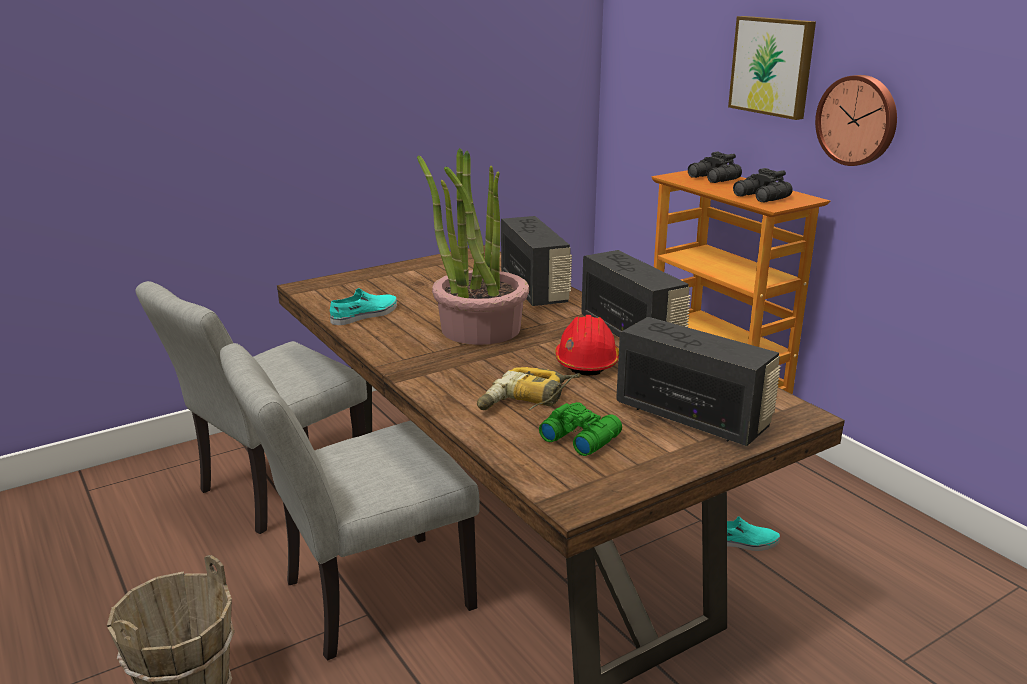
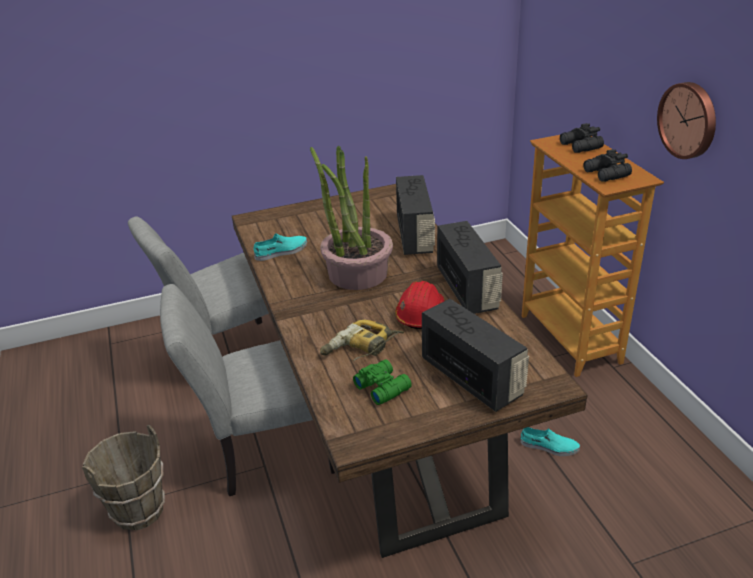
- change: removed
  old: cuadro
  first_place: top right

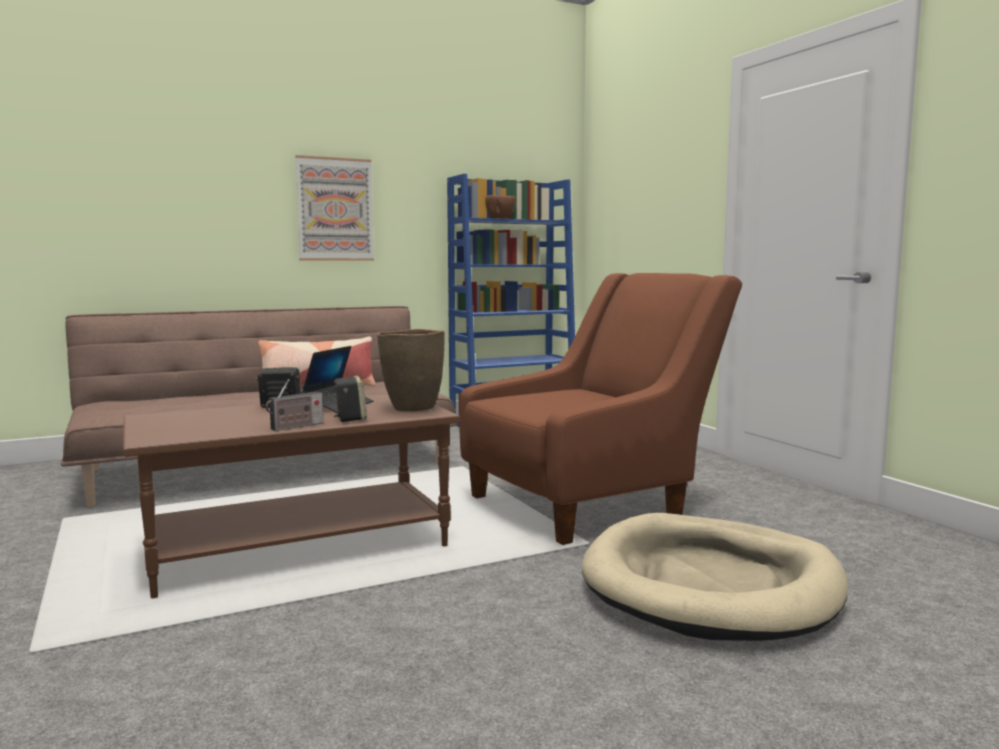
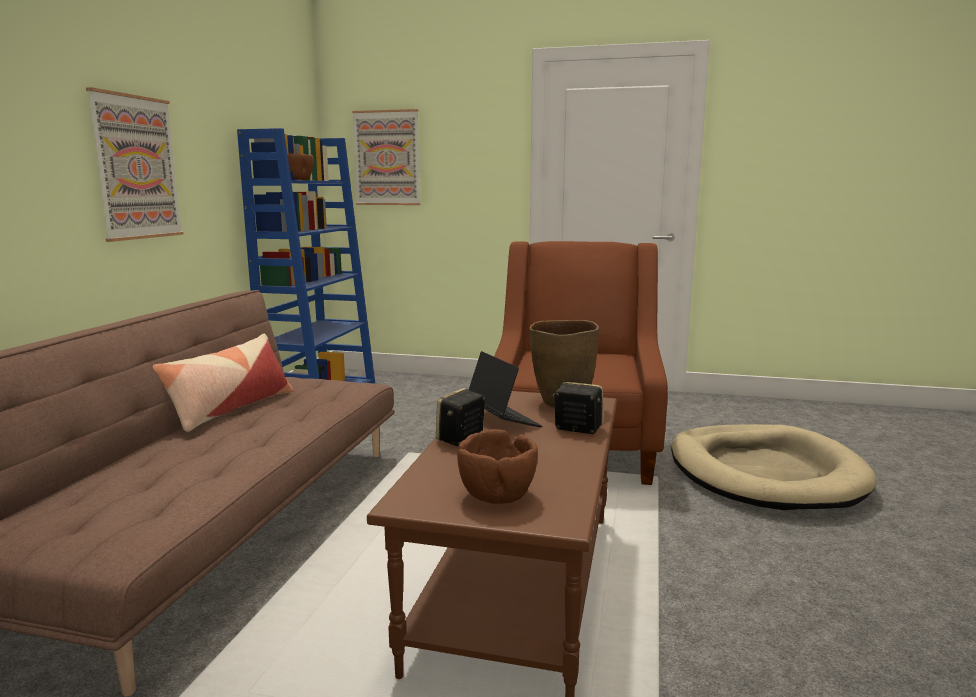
- change: removed
  old: radio
  first_place: middle left
- change: added
  new: cuadro (2nd from left)
  second_place: top centre
- change: added
  new: cuenco/marrón (2nd from left)
  second_place: bottom centre

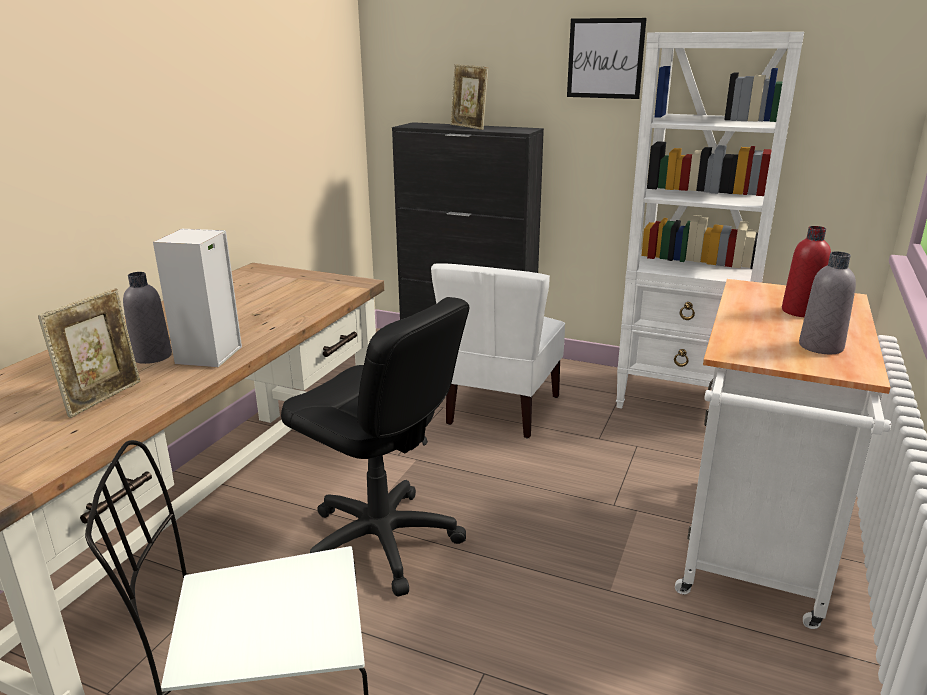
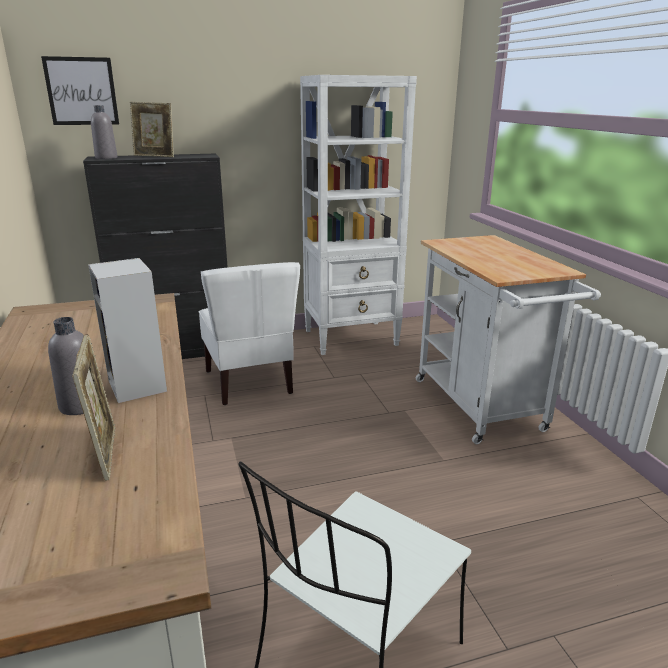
- change: removed
  old: silla de oficina/negro
  first_place: centre
- change: removed
  old: botella/rojo
  first_place: middle right
- change: moved
  old: cuadro
  first_place: top centre
  second_place: top left
- change: moved
  old: botella/gris (2nd from left)
  first_place: middle right
  second_place: top left

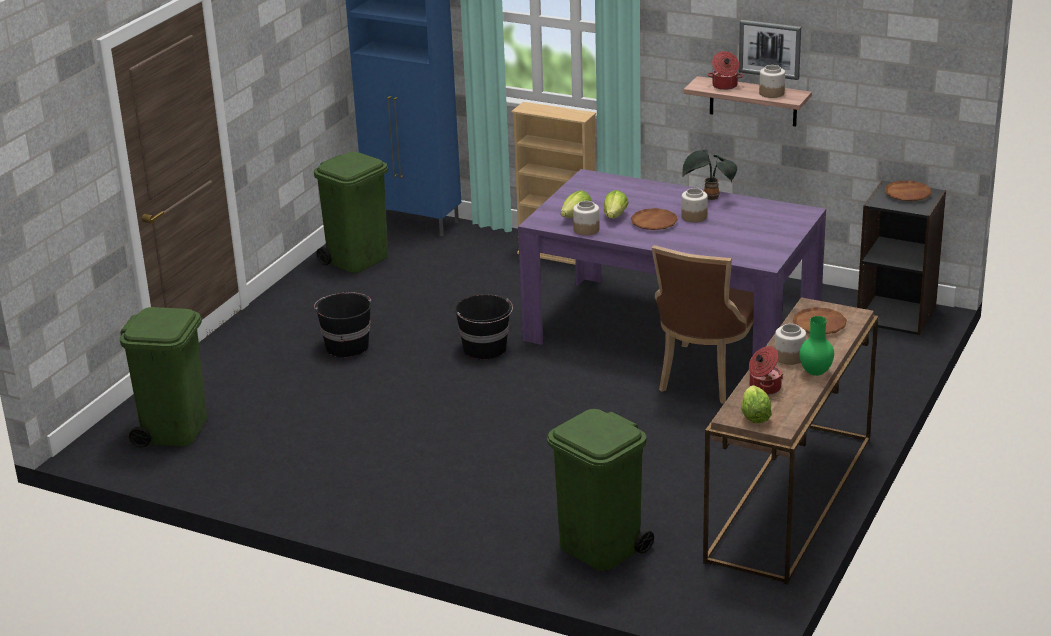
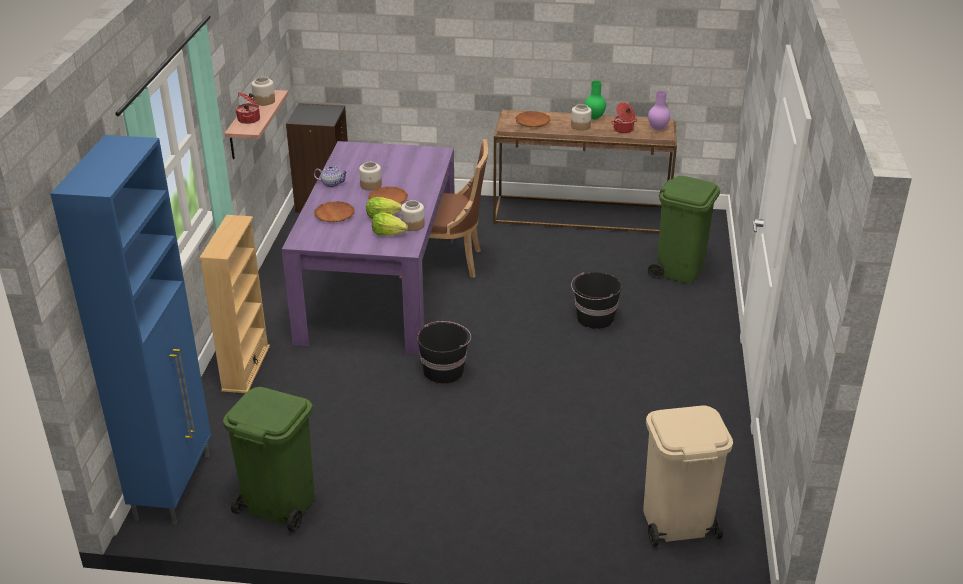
- change: removed
  old: cuadro
  first_place: top right
- change: moved
  old: cubo/negro (1st from left in the first image)
  new: cubo/negro (2nd from left)
  first_place: middle left
  second_place: centre
- change: moved
  old: plato/marrón (3rd from left in the first image)
  new: plato/marrón (1st from left)
  first_place: top right
  second_place: centre
- change: replaced
  old: planta en maceta
  new: tetera
  first_place: top right
  second_place: top centre
- change: replaced
  old: lechuga (3rd from left)
  new: florero/morado
  first_place: middle right
  second_place: top right
- change: recoloured
  old: papelera/verde (1st from left)
  new: papelera/beis
  first_place: middle left
  second_place: bottom right

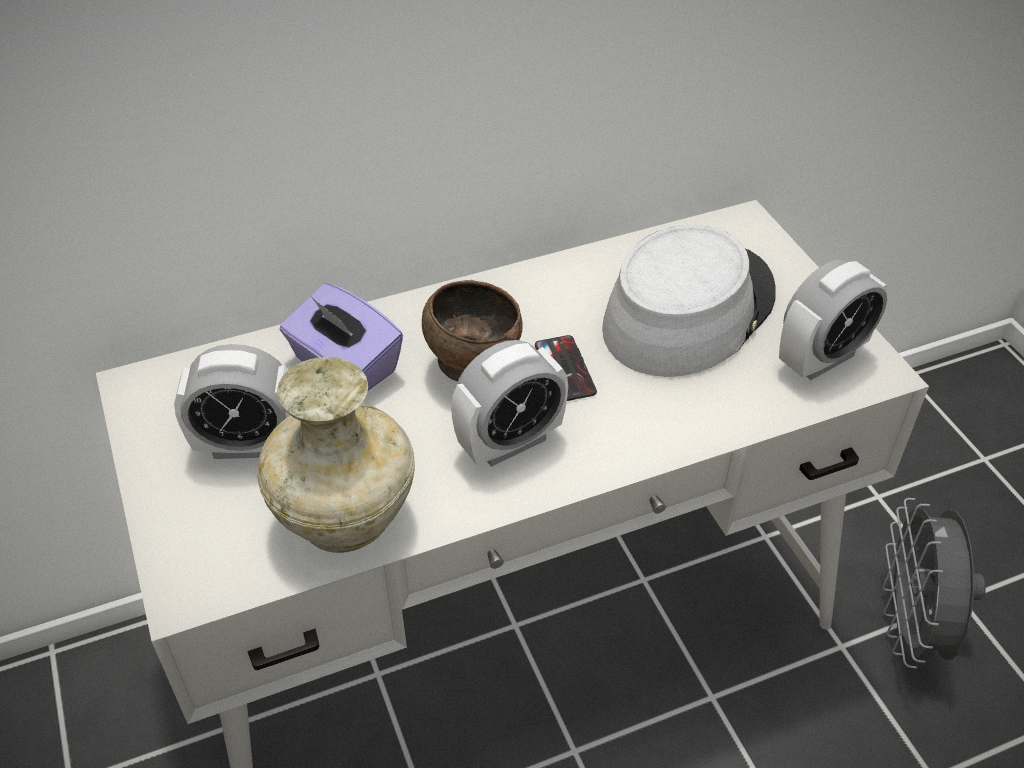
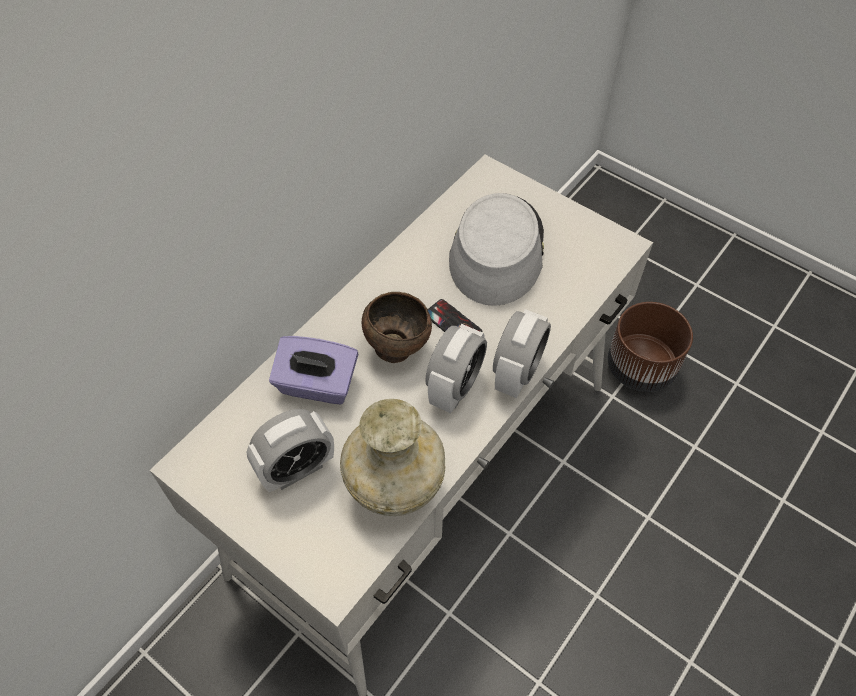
- change: moved
  old: despertador (3rd from left)
  first_place: middle right
  second_place: centre
- change: replaced
  old: ventilador/gris
  new: maceta/marrón
  first_place: bottom right
  second_place: middle right

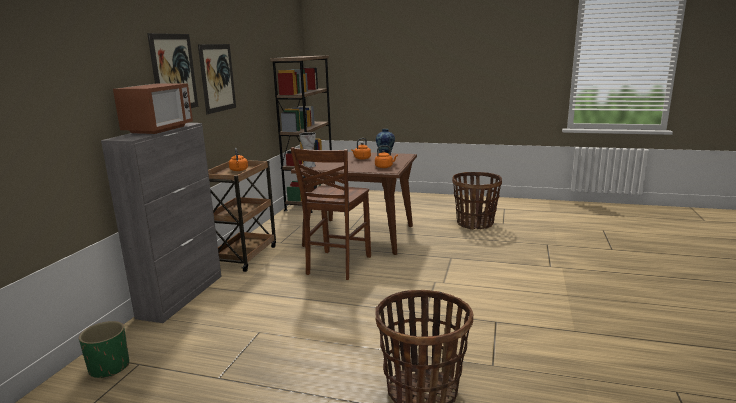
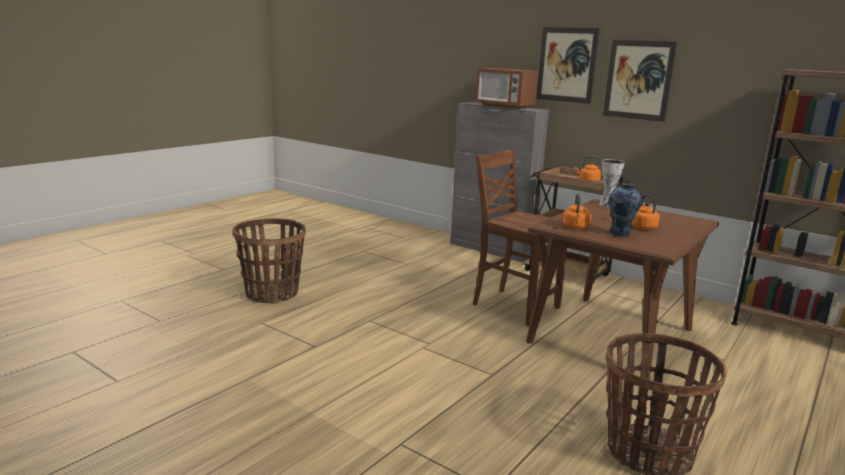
- change: removed
  old: maceta/verde
  first_place: bottom left

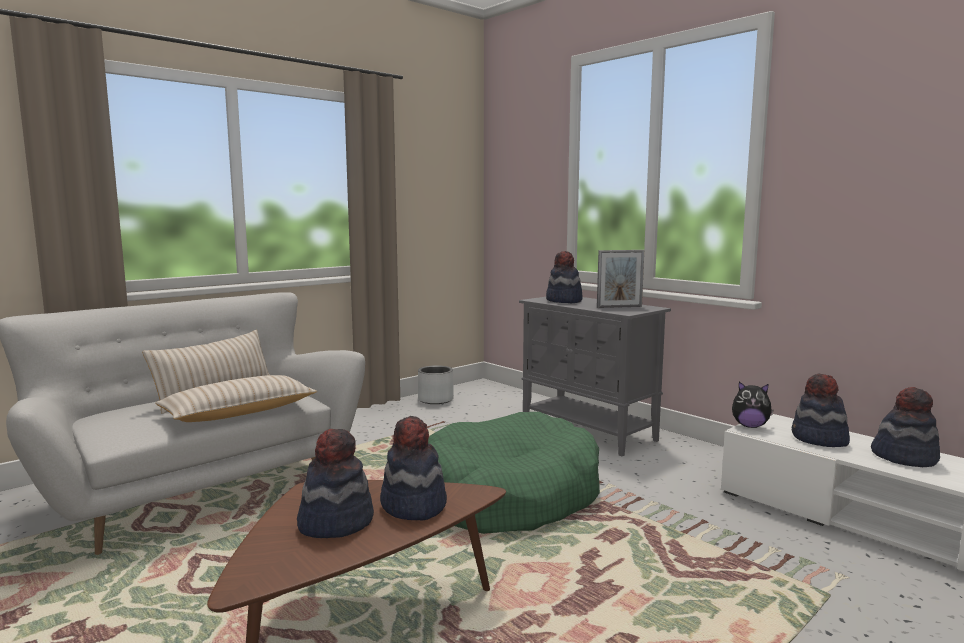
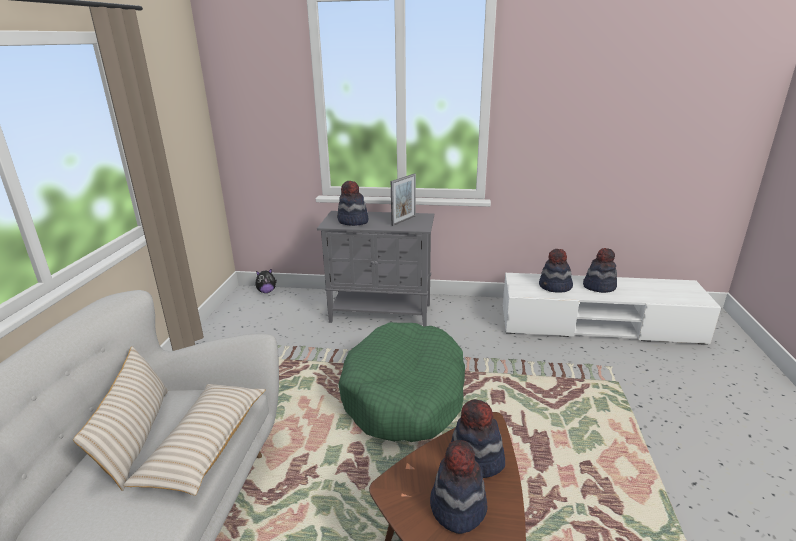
- change: removed
  old: maceta/gris
  first_place: centre
- change: moved
  old: peluche
  first_place: middle right
  second_place: centre

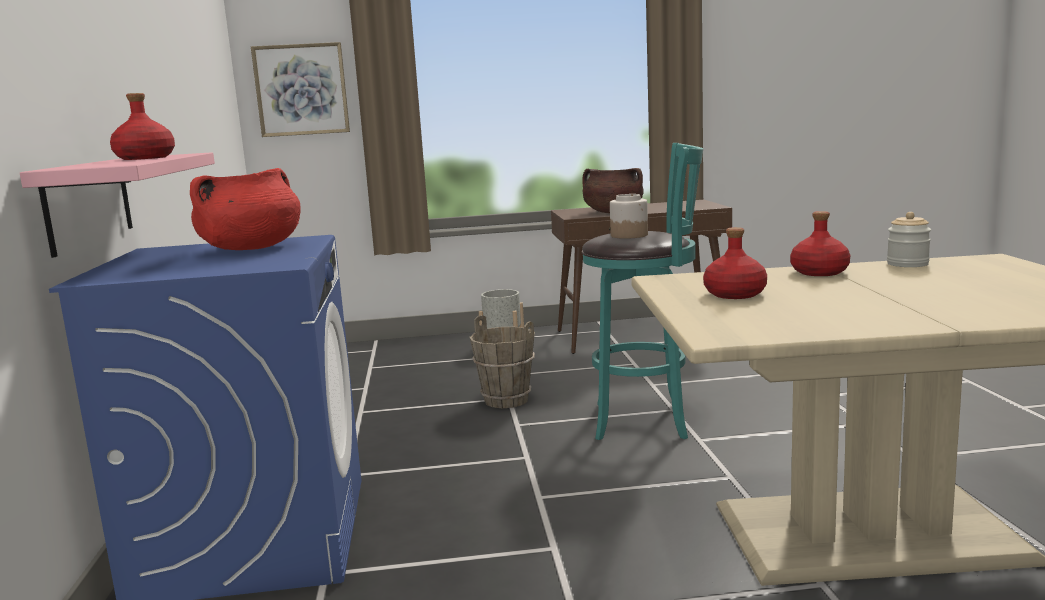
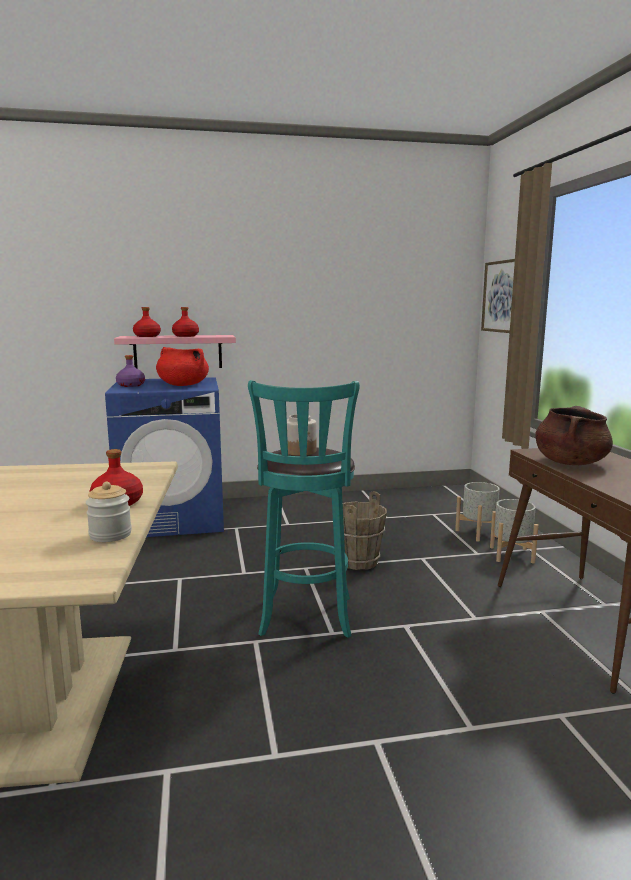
- change: added
  new: botella/morado
  second_place: middle left
- change: added
  new: maceta/gris (1st from left)
  second_place: middle right
- change: moved
  old: botella/rojo (2nd from left)
  first_place: middle right
  second_place: middle left

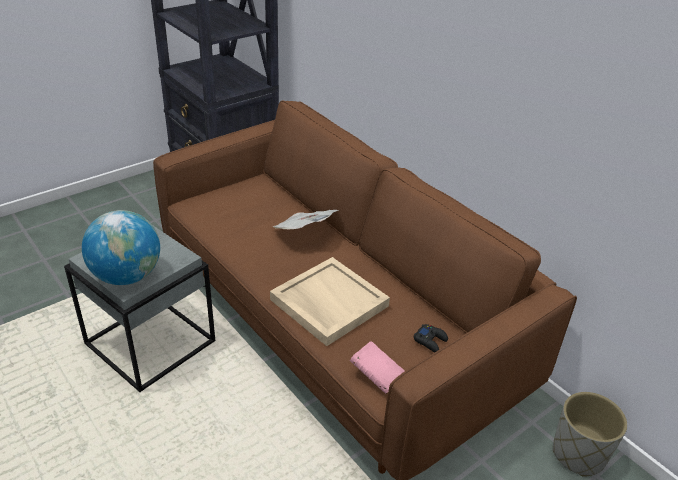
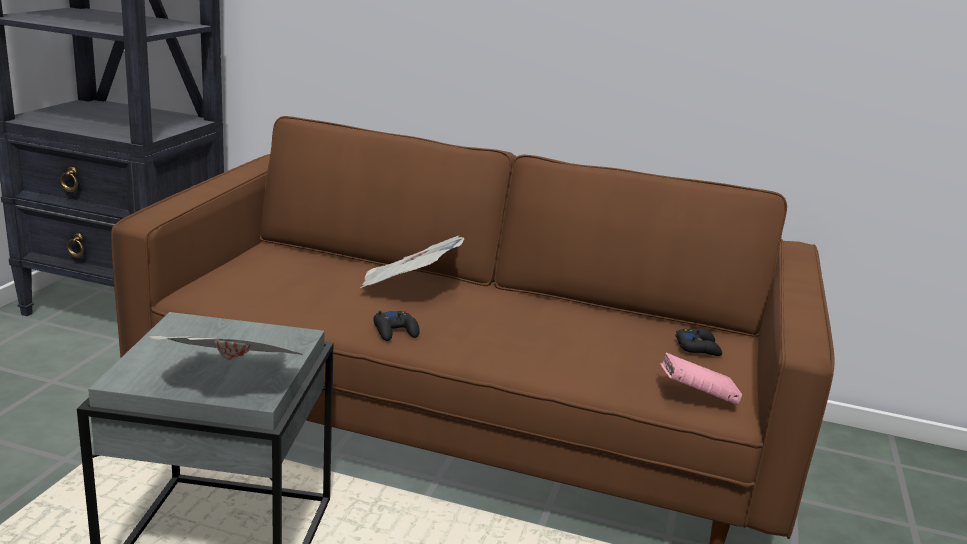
- change: removed
  old: bandeja/beis
  first_place: centre
- change: removed
  old: maceta/gris
  first_place: bottom right
- change: added
  new: mando de consola/negro (1st from left)
  second_place: centre
- change: replaced
  old: globo terráqueo
  new: periódico (1st from left)
  first_place: middle left
  second_place: middle left

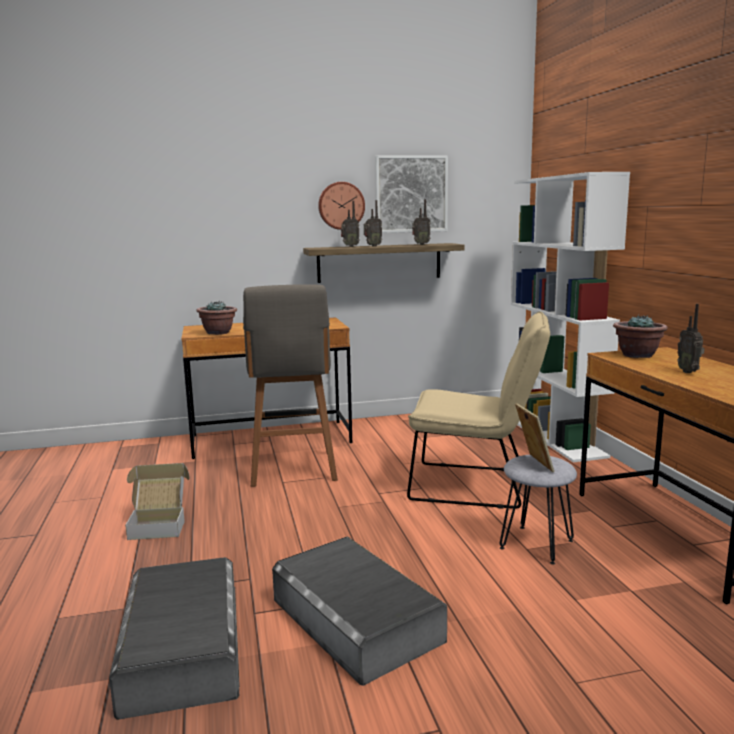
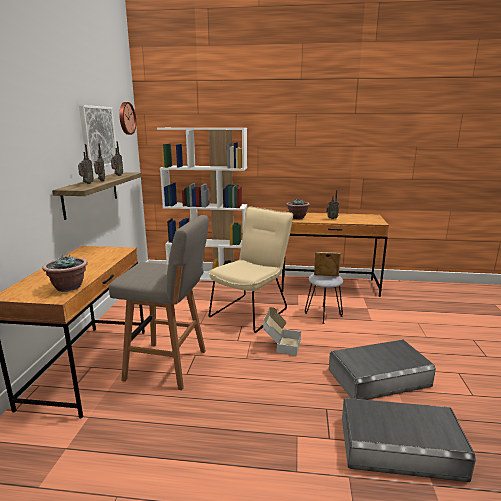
- change: moved
  old: caja de cartón
  first_place: bottom left
  second_place: centre
- change: moved
  old: reloj de pared
  first_place: top centre
  second_place: top left

